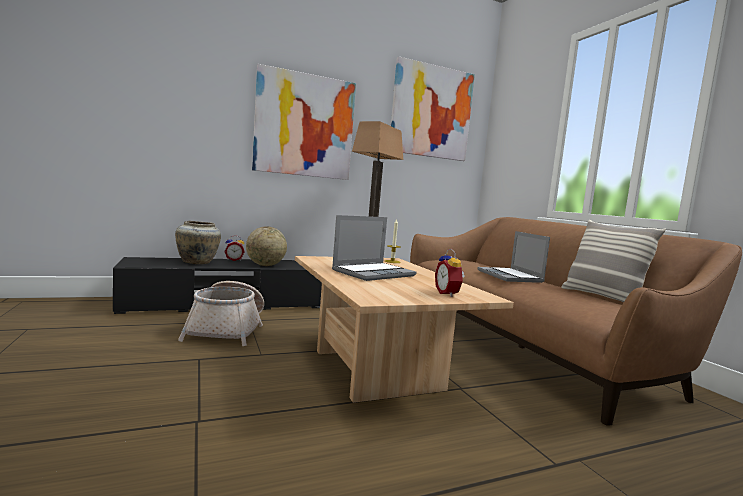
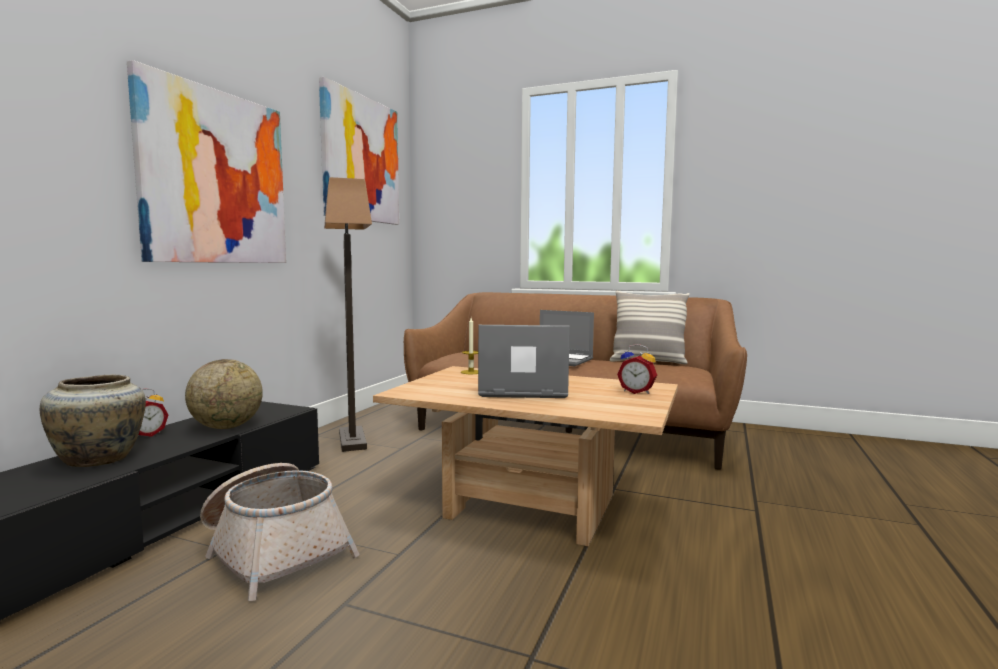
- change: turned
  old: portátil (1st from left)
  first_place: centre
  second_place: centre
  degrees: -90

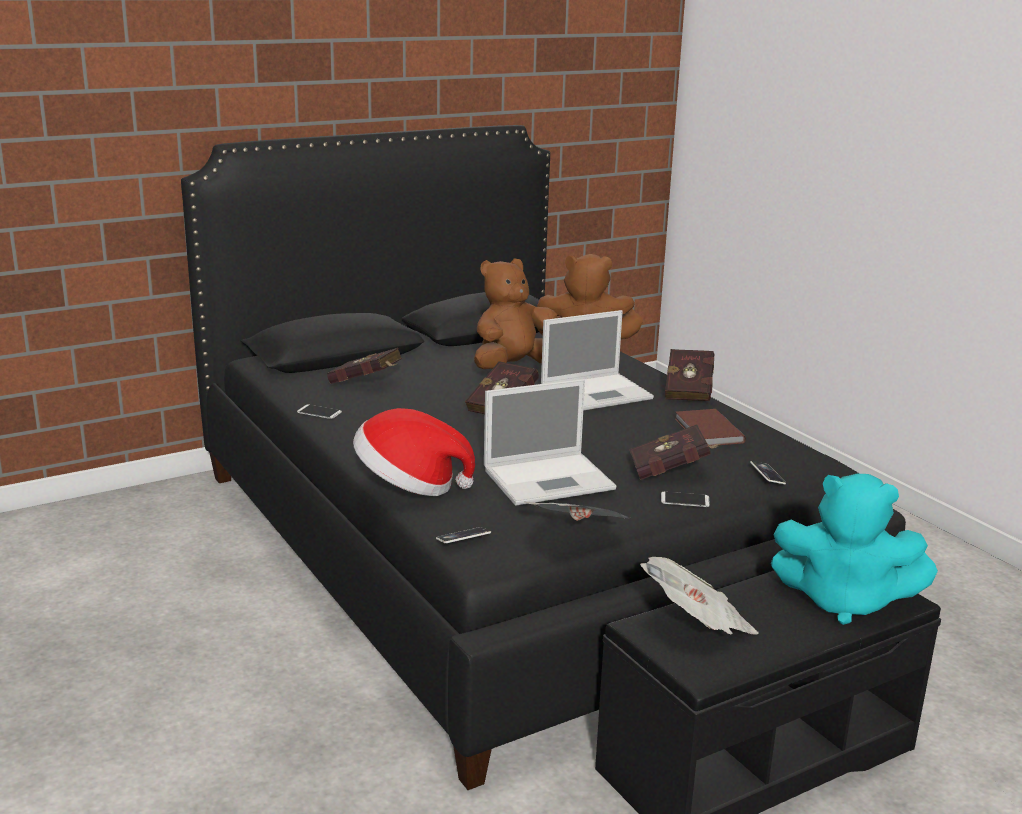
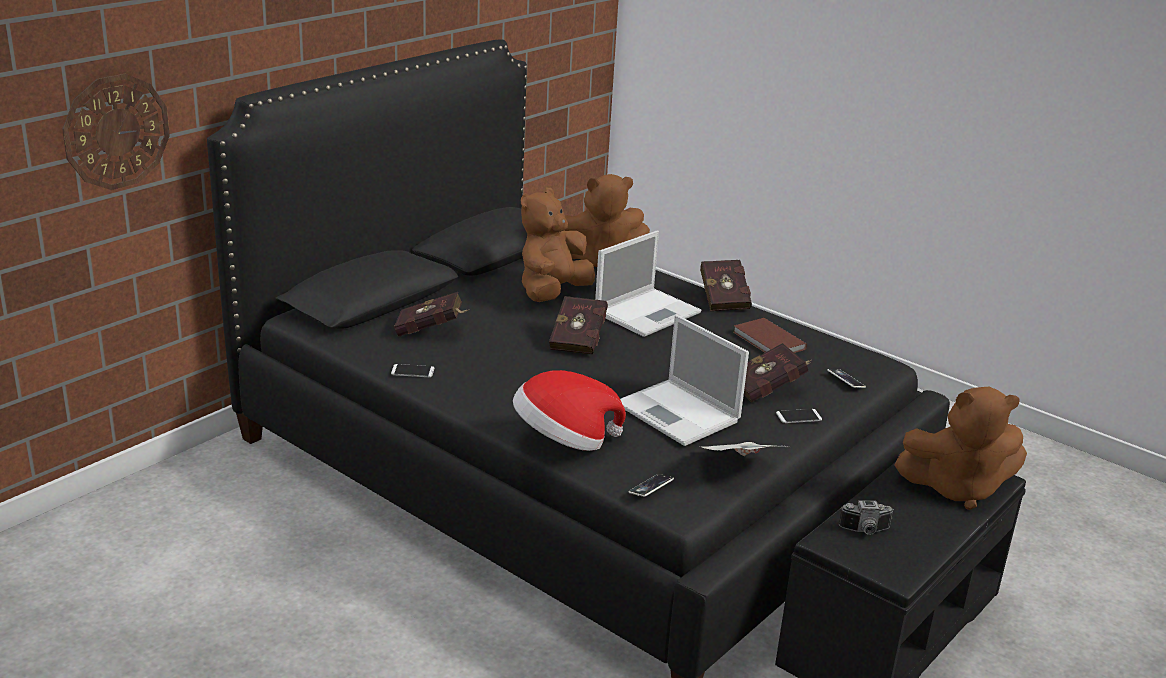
- change: added
  new: reloj de pared
  second_place: top left
- change: replaced
  old: periódico (2nd from left)
  new: cámara
  first_place: bottom right
  second_place: bottom right
- change: recoloured
  old: peluche/turquesa
  new: peluche/marrón (3rd from left)
  first_place: bottom right
  second_place: middle right
- change: turned
  old: portátil (1st from left in the first image)
  first_place: centre
  second_place: centre
  degrees: 90

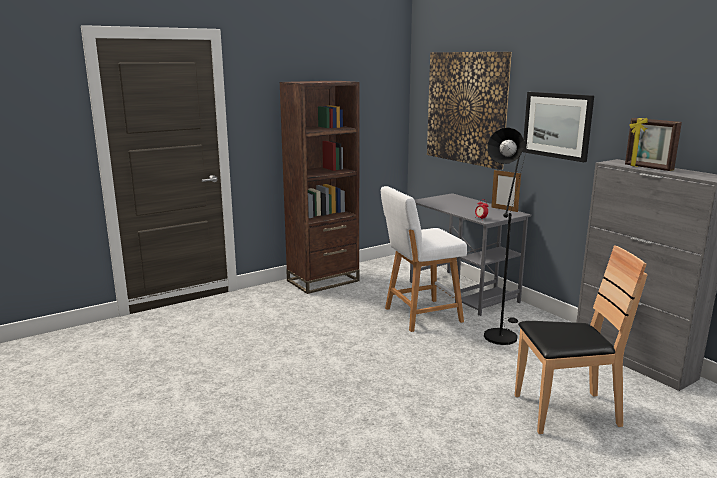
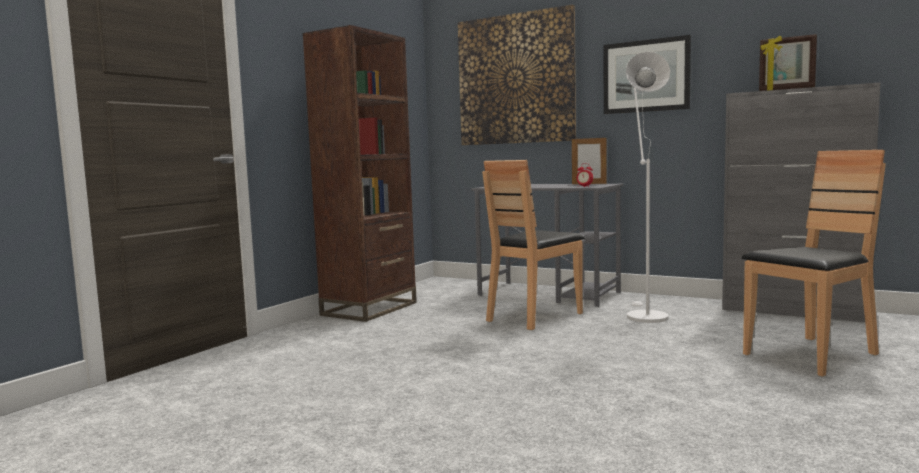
- change: replaced
  old: taburete/blanco
  new: silla/marrón (1st from left)
  first_place: centre
  second_place: centre
- change: recoloured
  old: lámpara de pie/negro
  new: lámpara de pie/blanco
  first_place: middle right
  second_place: middle right

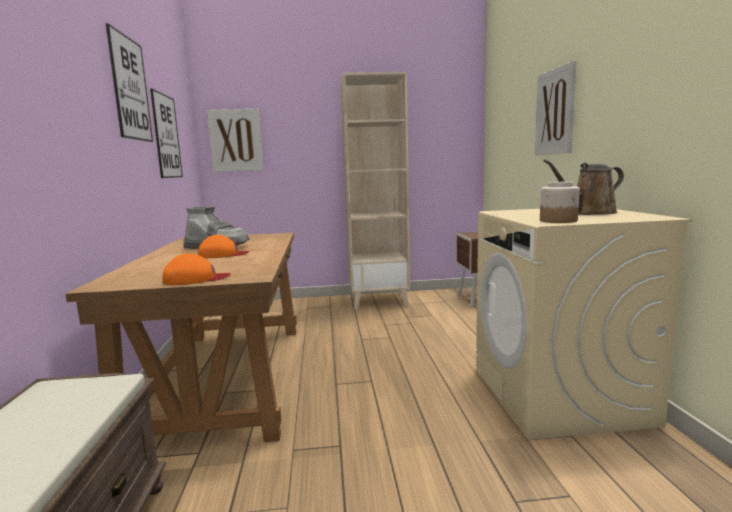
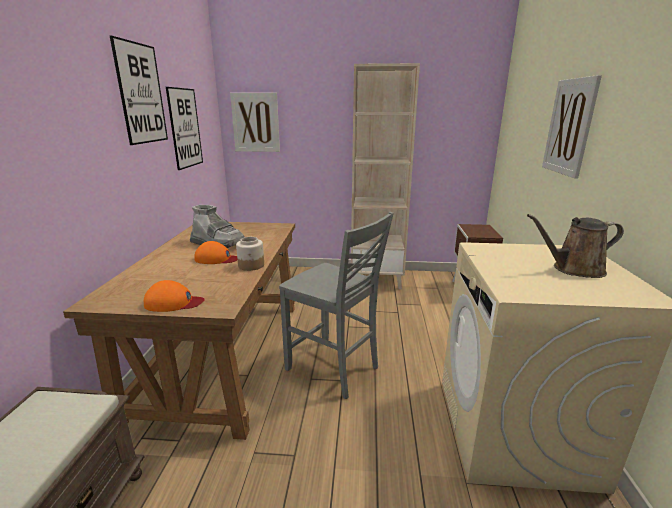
- change: added
  new: silla/gris
  second_place: centre
- change: moved
  old: tarro
  first_place: middle right
  second_place: centre

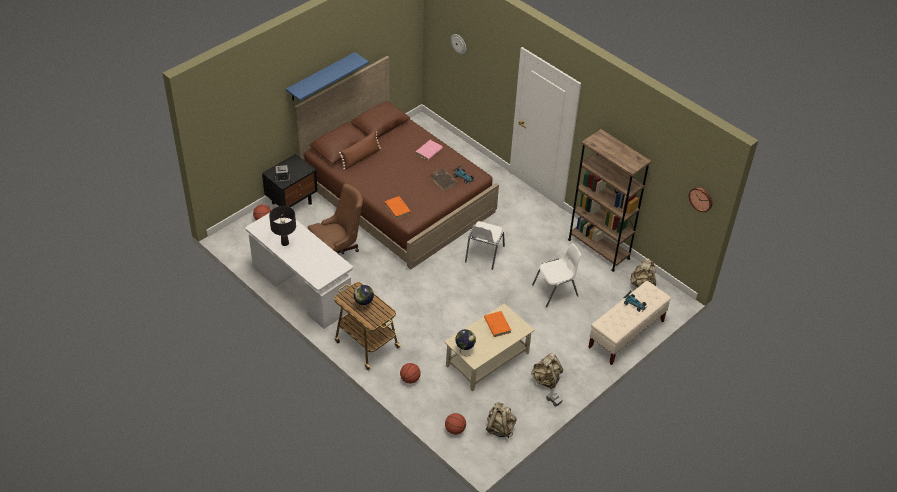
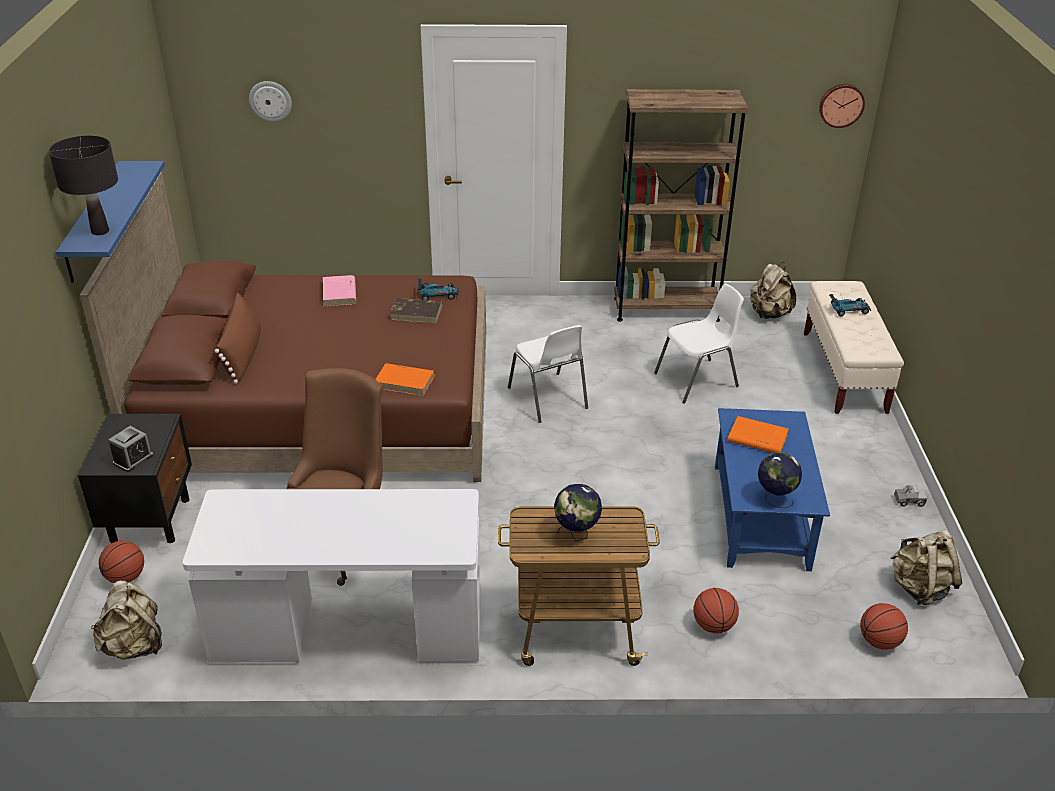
- change: moved
  old: lámpara de mesa/negro
  first_place: middle left
  second_place: top left
- change: moved
  old: mochila/beis (2nd from left in the first image)
  new: mochila/beis (1st from left)
  first_place: bottom centre
  second_place: bottom left
- change: recoloured
  old: mesa de centro/beis
  new: mesa de centro/azul
  first_place: bottom centre
  second_place: middle right
- change: turned
  old: silla/blanco (2nd from left)
  first_place: centre
  second_place: centre
  degrees: 45

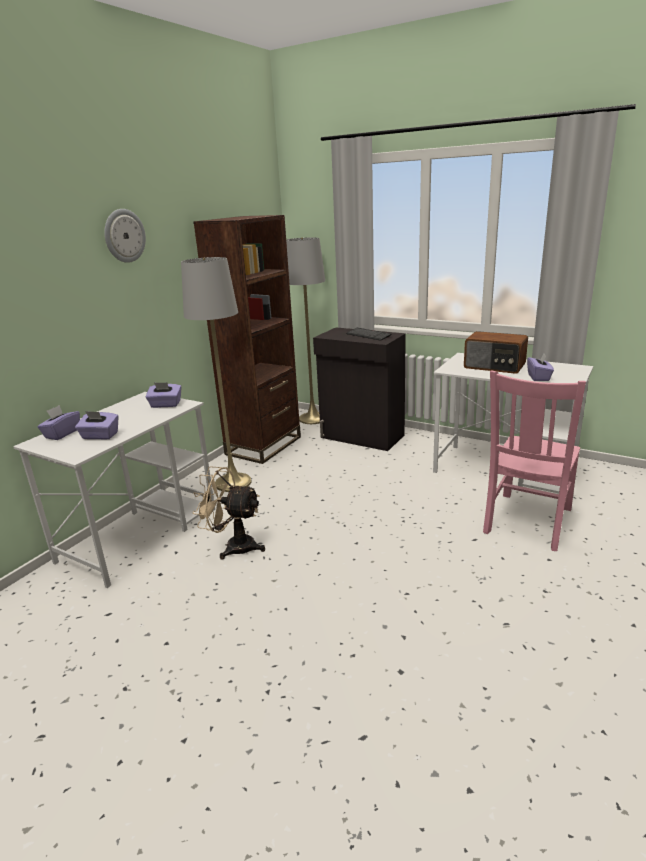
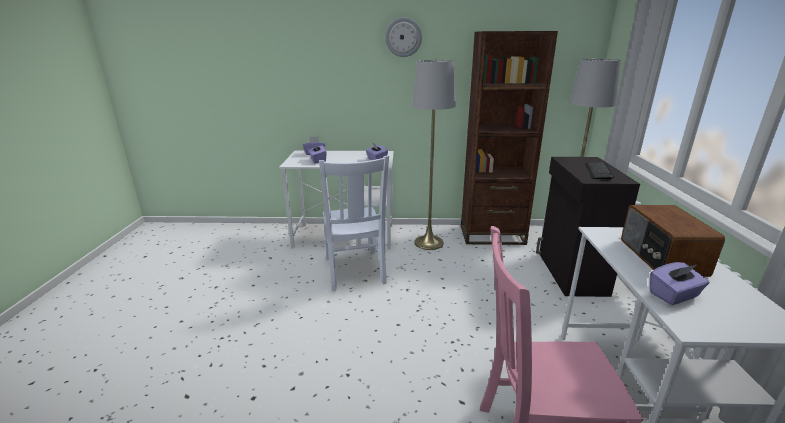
- change: replaced
  old: ventilador/beis
  new: silla/blanco
  first_place: centre
  second_place: centre

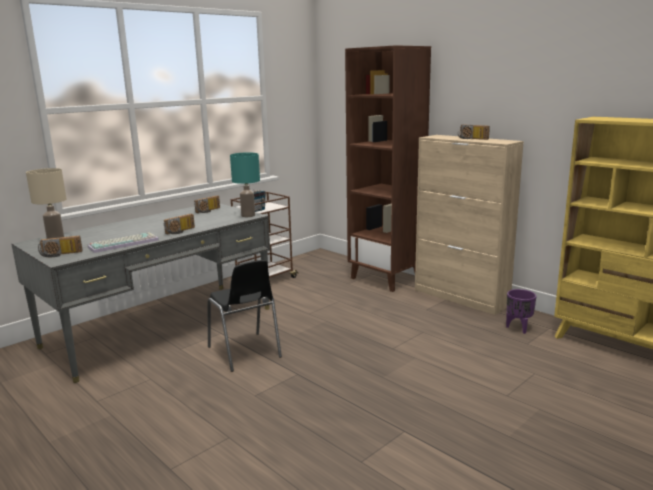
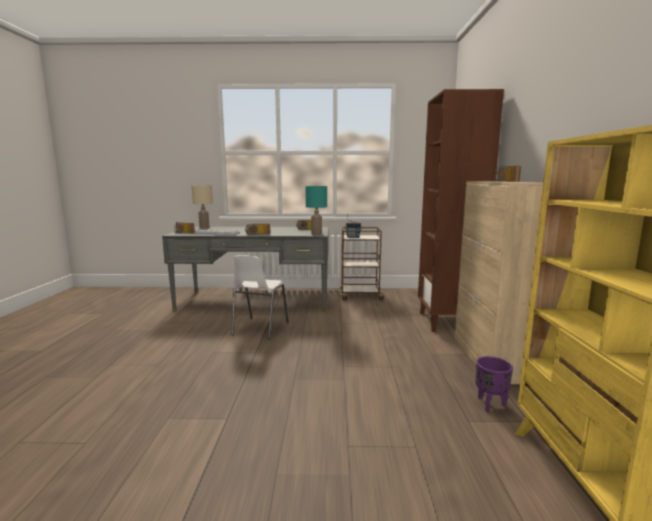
- change: recoloured
  old: silla/negro
  new: silla/blanco
  first_place: centre
  second_place: centre

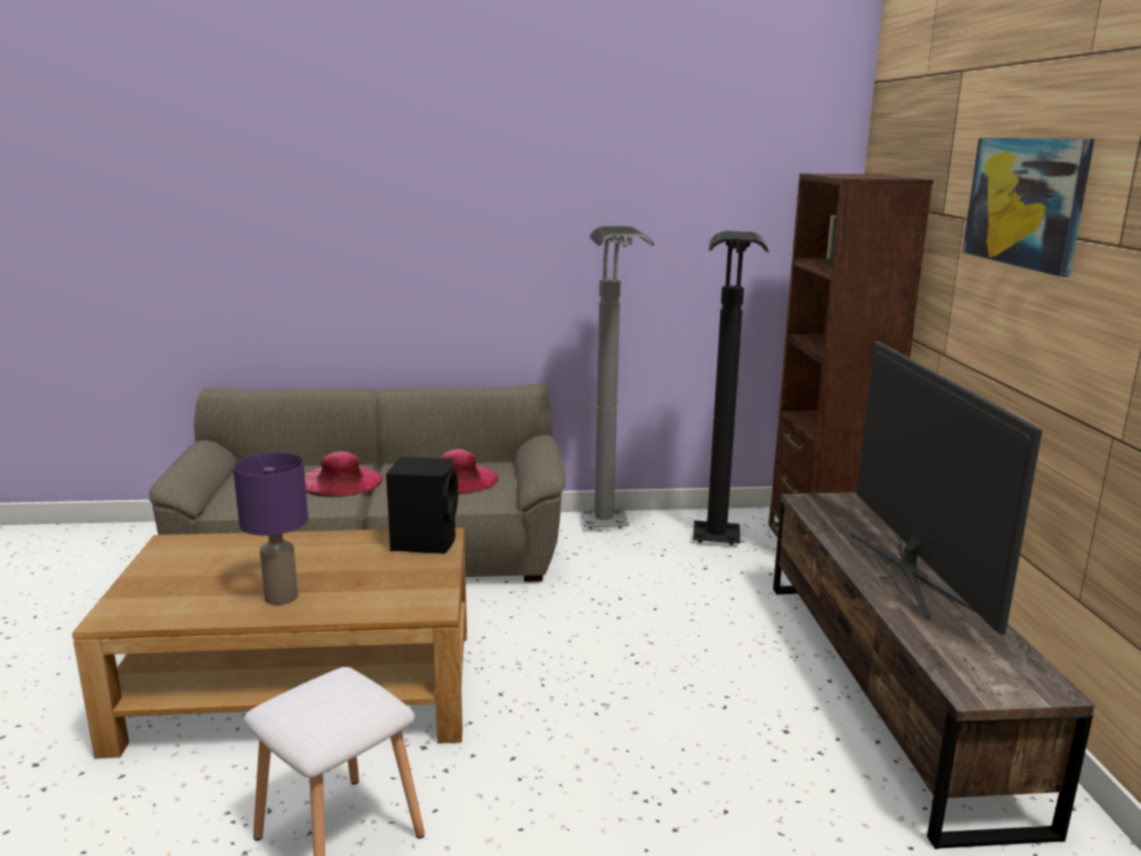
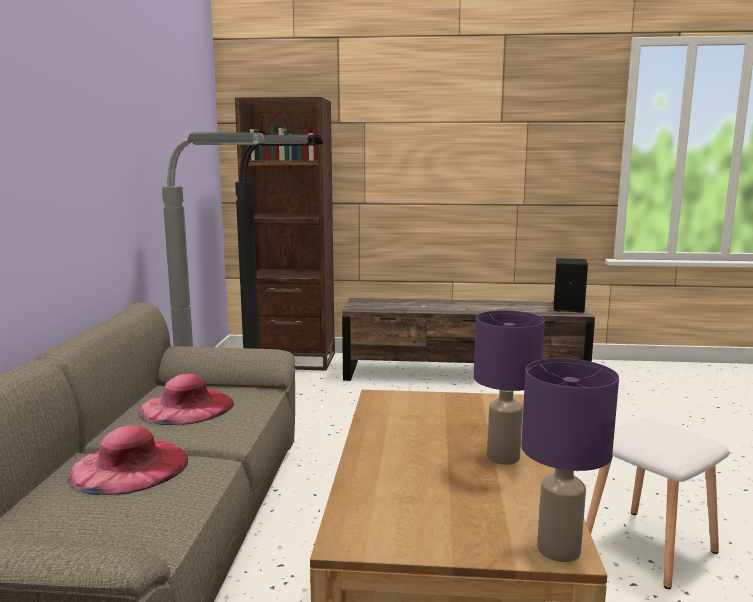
- change: removed
  old: televisor
  first_place: middle right
- change: removed
  old: cuadro
  first_place: top right
- change: added
  new: lámpara de mesa/morado (2nd from left)
  second_place: bottom right
- change: moved
  old: altavoz/negro
  first_place: centre
  second_place: middle right

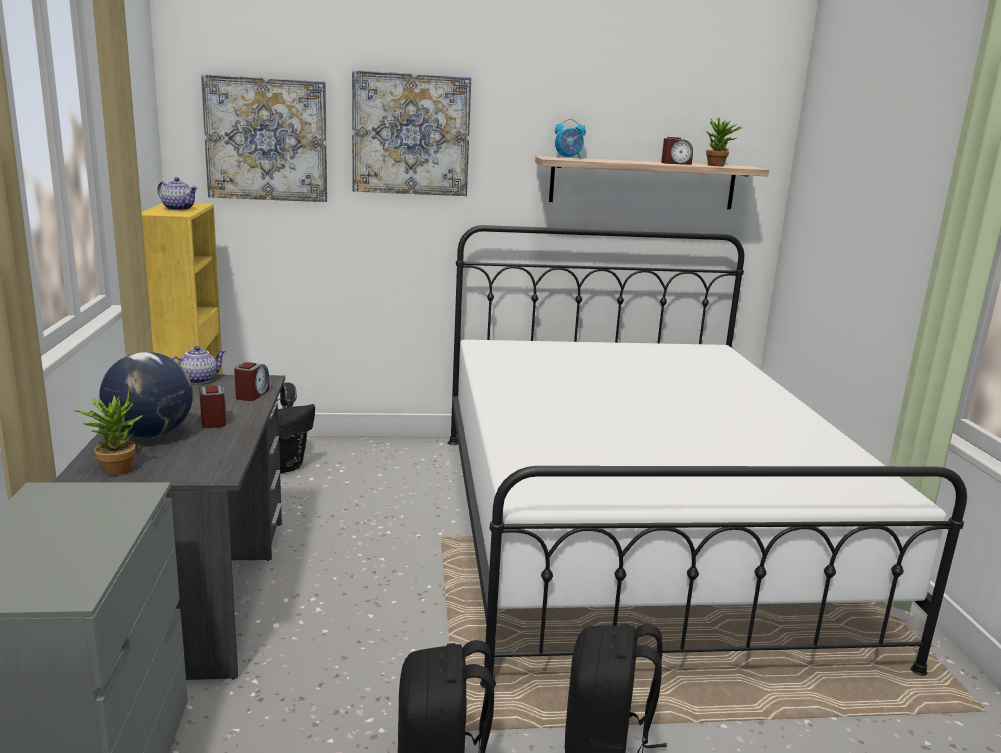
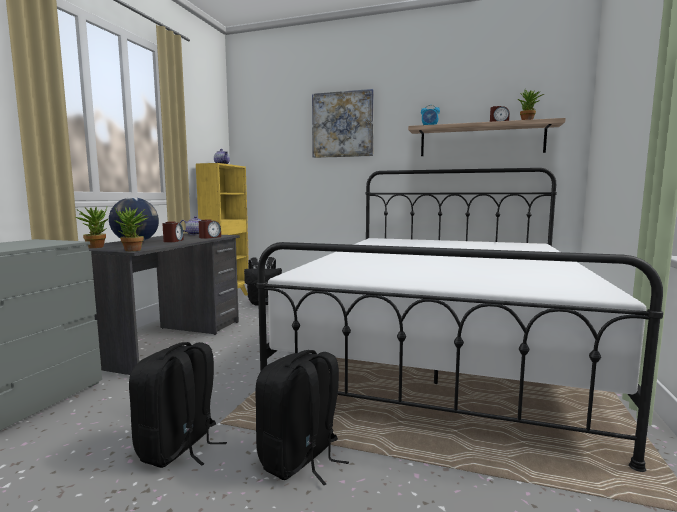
- change: removed
  old: cuadro (1st from left)
  first_place: top left
- change: added
  new: planta en maceta (2nd from left)
  second_place: middle left

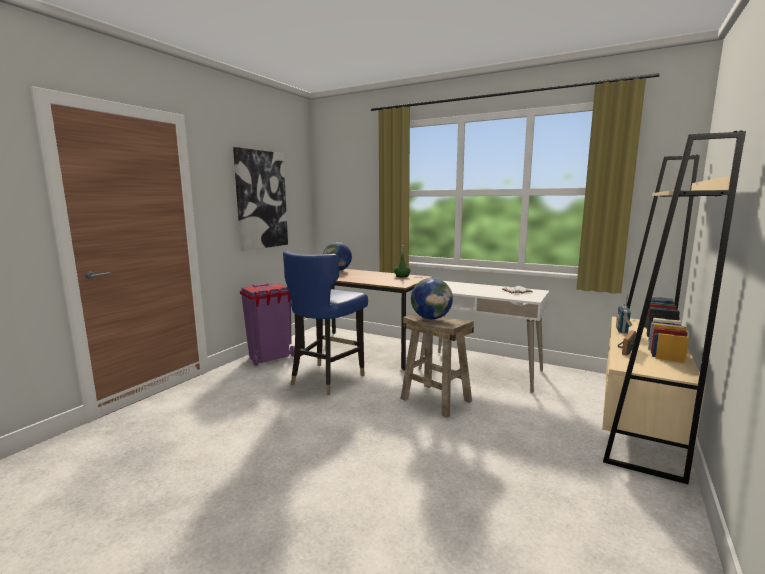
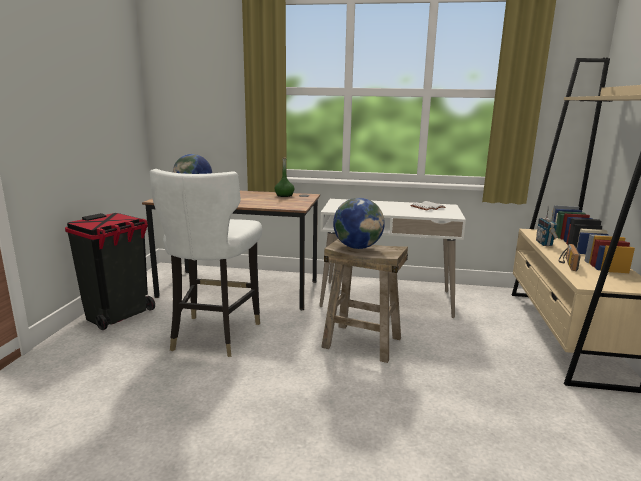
- change: removed
  old: cuadro
  first_place: centre
- change: recoloured
  old: papelera/morado
  new: papelera/negro
  first_place: centre
  second_place: middle left
- change: recoloured
  old: silla/azul
  new: silla/blanco
  first_place: centre
  second_place: middle left

